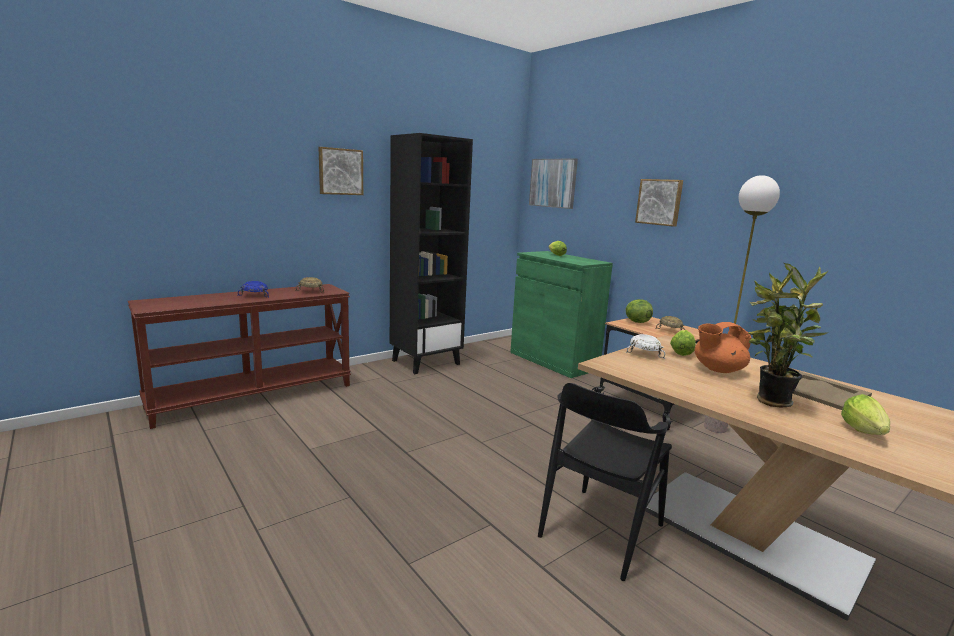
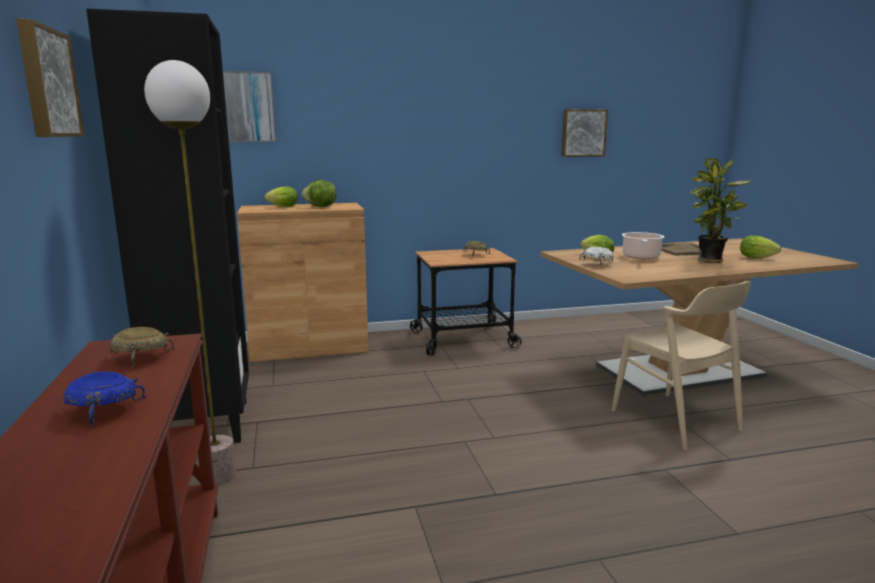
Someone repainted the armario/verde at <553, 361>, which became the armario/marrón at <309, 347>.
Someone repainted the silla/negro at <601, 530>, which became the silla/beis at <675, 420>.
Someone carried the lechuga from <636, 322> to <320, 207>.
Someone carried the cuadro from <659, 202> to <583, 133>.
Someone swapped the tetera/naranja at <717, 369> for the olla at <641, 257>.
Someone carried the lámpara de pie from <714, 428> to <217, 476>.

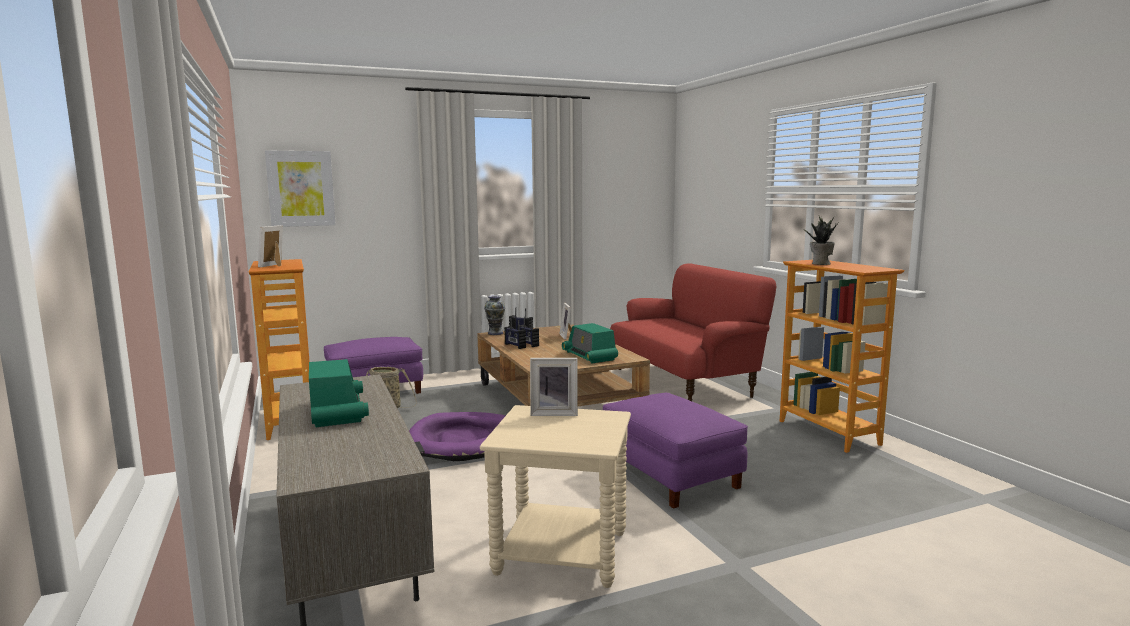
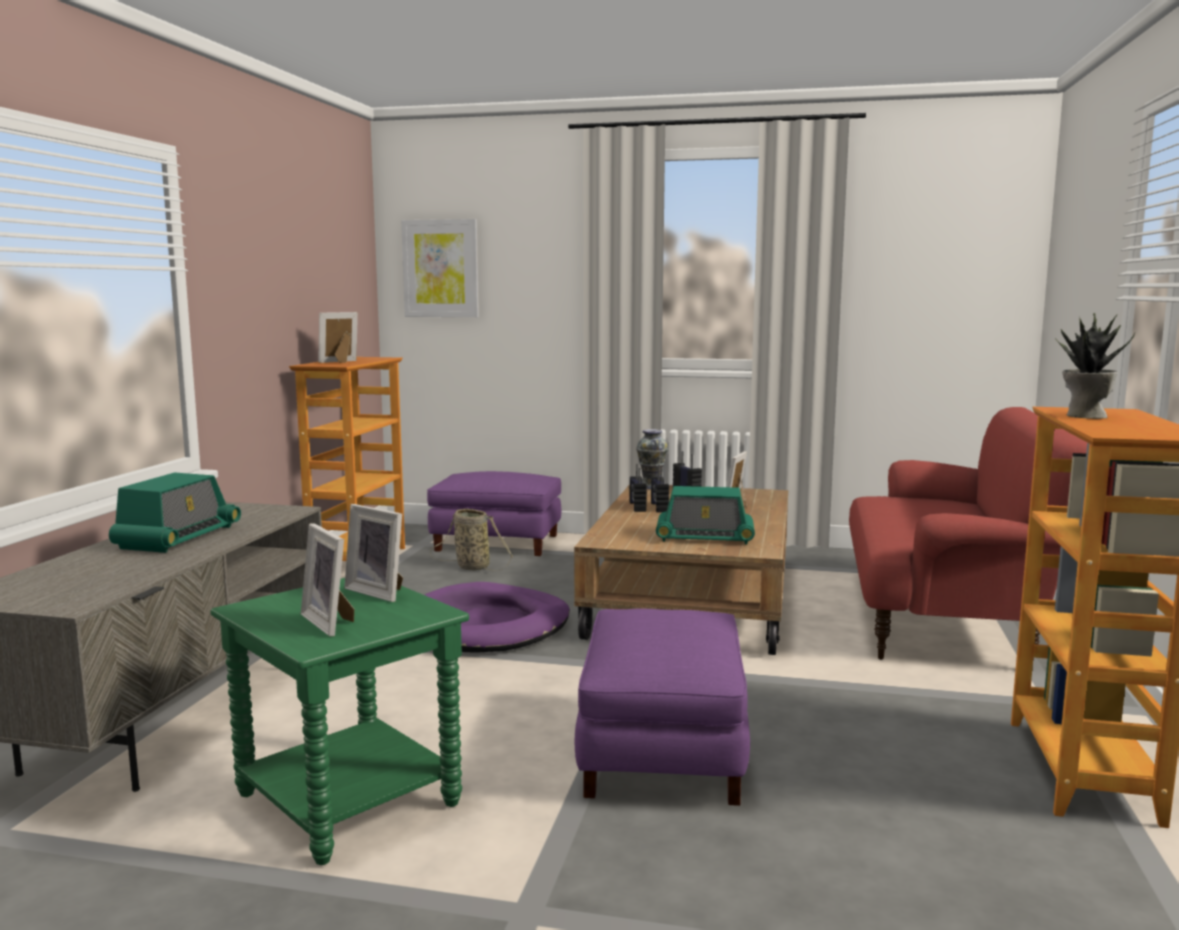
Someone repainted the mesa auxiliar/beis at <562, 553>, which became the mesa auxiliar/verde at <350, 799>.
Someone rotated the radio at <589, 356> by 90 degrees counterclockwise.
Someone put down the portarretratos at <331, 622>.

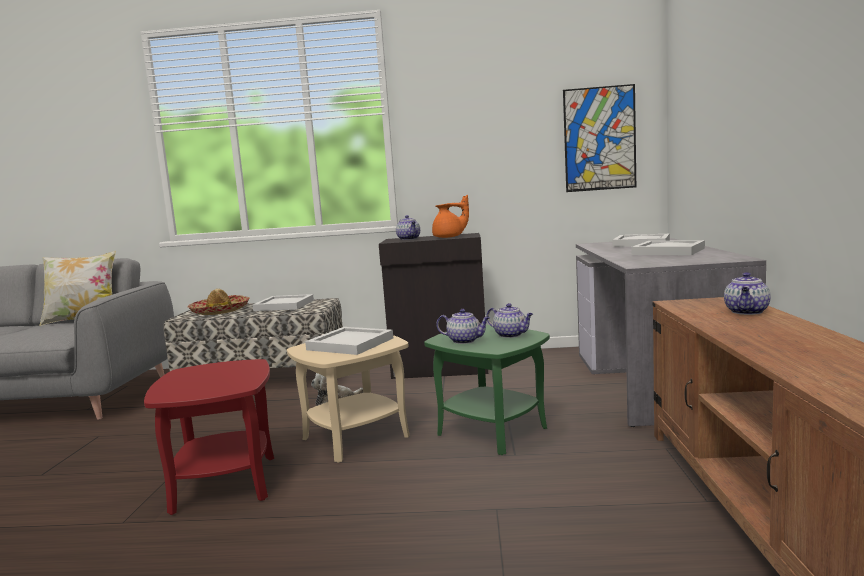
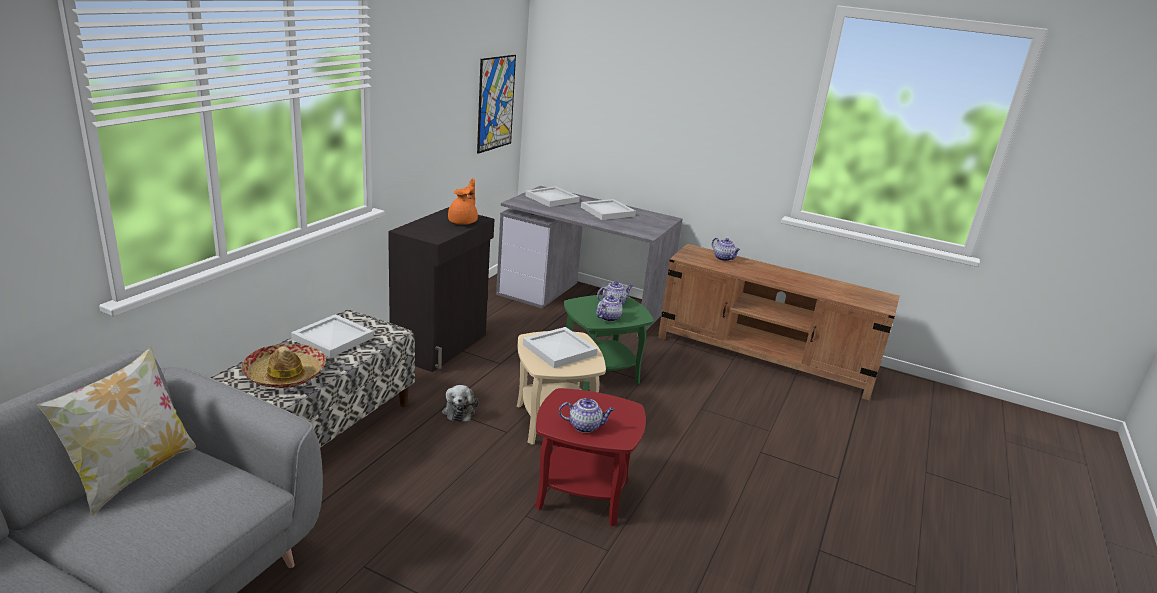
Someone carried the tetera from <409, 239> to <585, 426>.

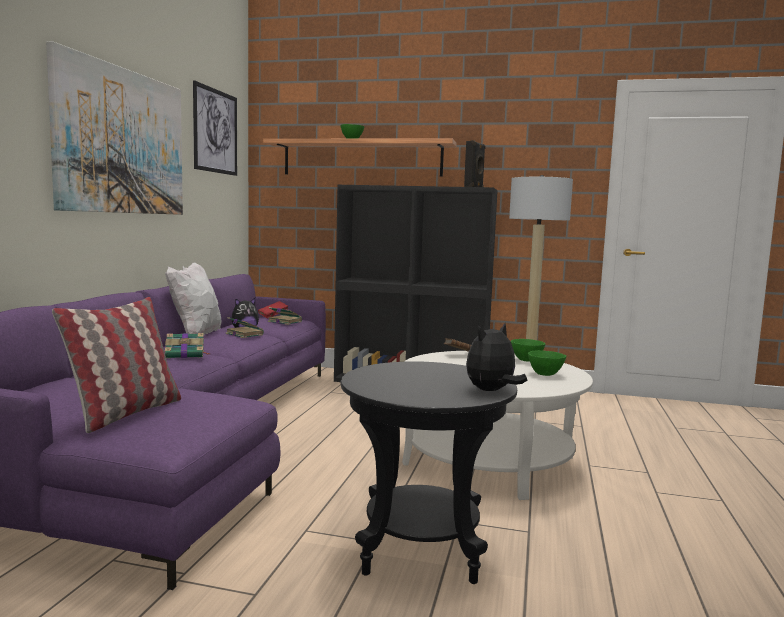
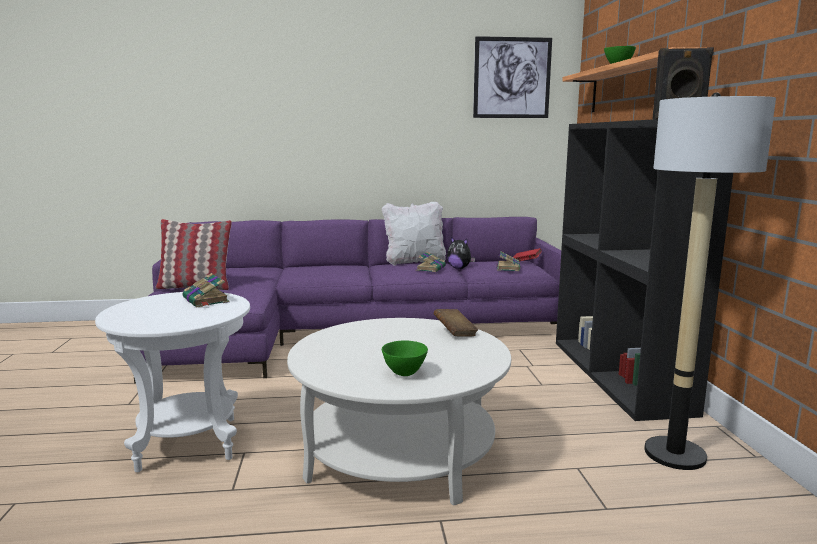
Someone took away the cuadro at <122, 142>.
Someone carried the libro from <186, 355> to <206, 300>.
Someone repainted the mesa auxiliar/negro at <421, 550>, which became the mesa auxiliar/blanco at <188, 444>.
Someone took away the peluche at <492, 391>.
Someone took away the cuenco/verde at <527, 360>.

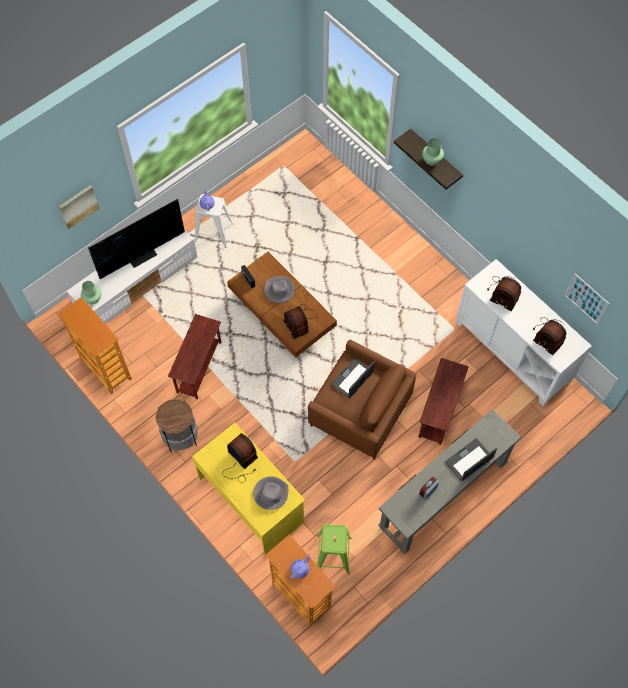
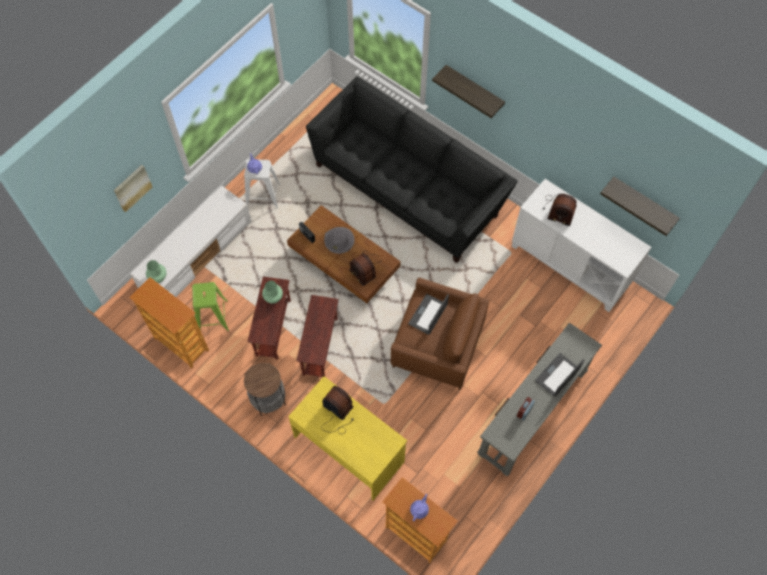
Someone took away the televisor at <142, 255>.
Someone took away the sombrero/gris at <270, 493>.
Someone carried the taburete/verde from <333, 555> to <212, 317>.
Someone carried the mesa auxiliar/marrón from <439, 411> to <320, 347>.
Someone carried the florero/verde from <431, 161> to <273, 298>.
Someone took away the radio at <548, 335>.
Someone swapped the cuadro at <586, 299> for the estante at <643, 202>.
Someone put down the sofá/negro at <409, 188>.

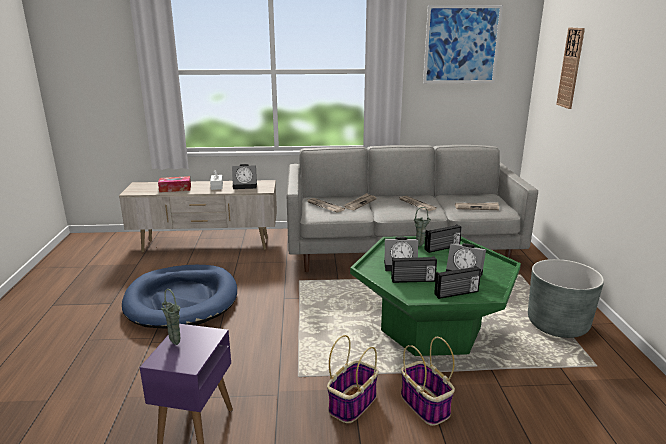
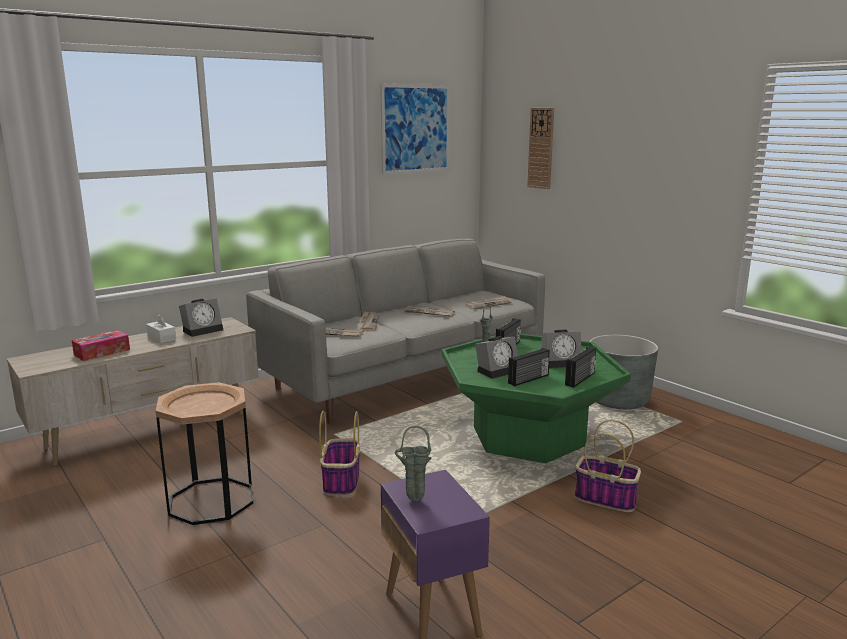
Someone swapped the cama para perro/azul at <182, 300> for the mesa auxiliar/marrón at <211, 500>.
Someone carried the cesta from <353, 403> to <341, 481>.

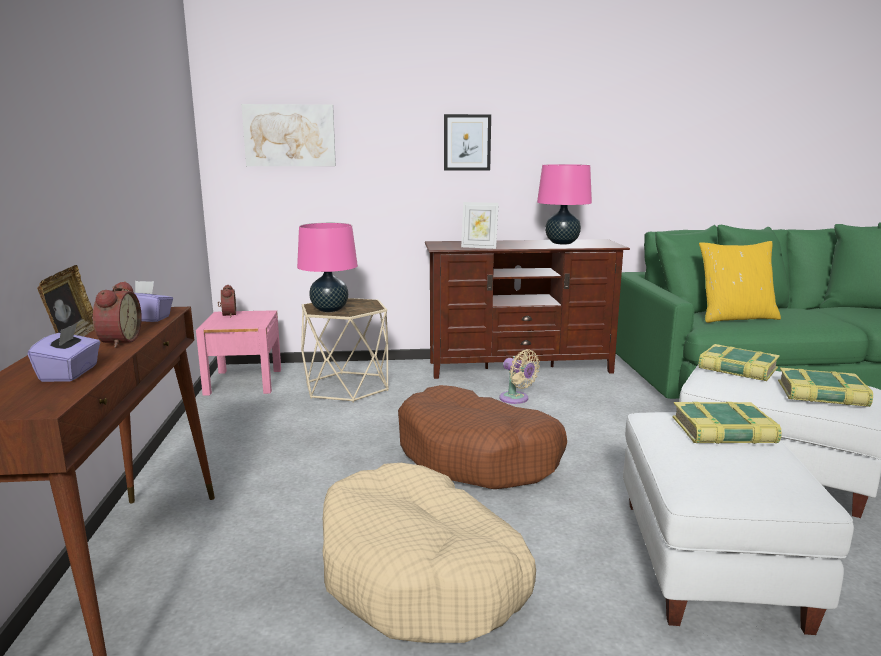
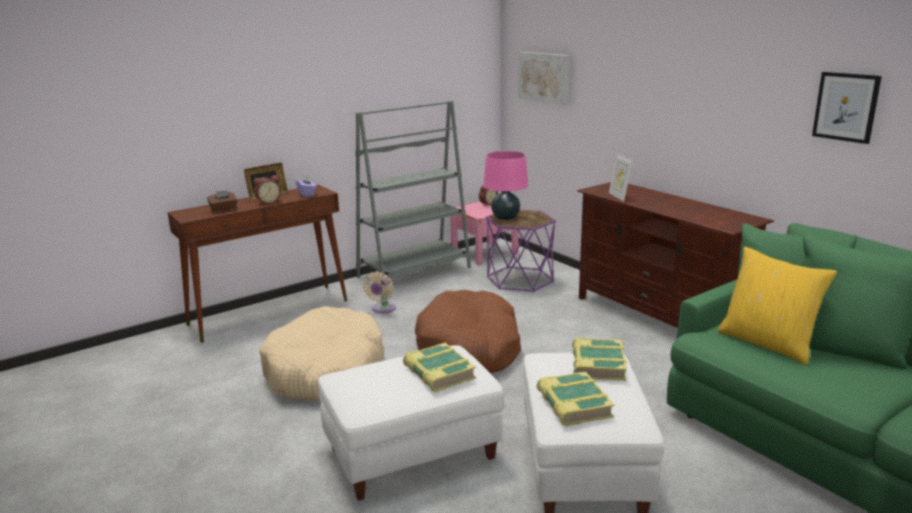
Someone repainted the caja de pañuelos/morado at <70, 373>, which became the caja de pañuelos/marrón at <224, 210>.
Someone repainted the mesa auxiliar/beis at <347, 387>, which became the mesa auxiliar/morado at <520, 279>.
Someone carried the cuadro from <467, 142> to <846, 107>.
Someone carried the ventilador/beis from <516, 399> to <382, 309>.
Someone took away the lámpara de mesa/rosa at <562, 243>.
Someone put down the estantería/gris at <414, 272>.

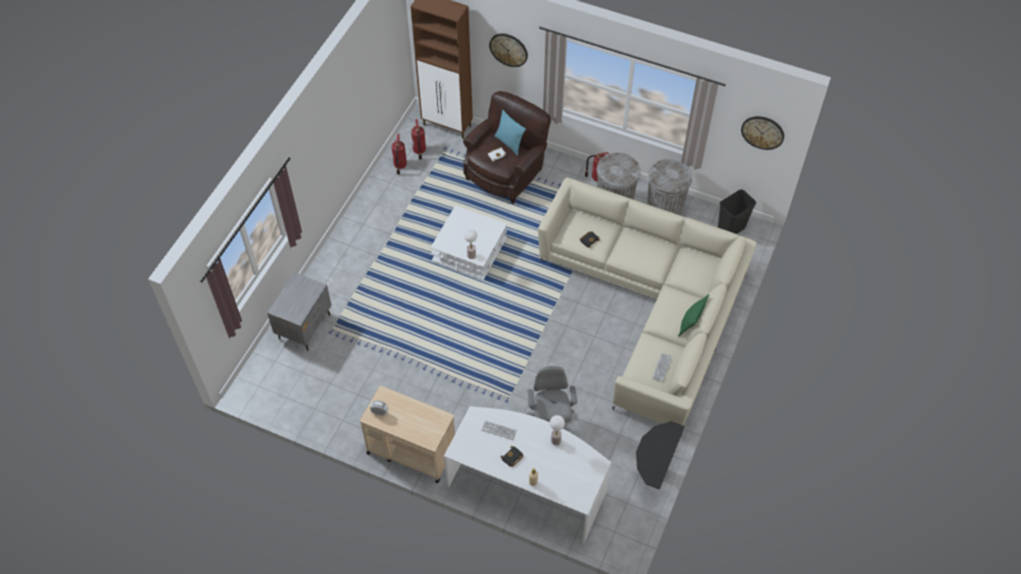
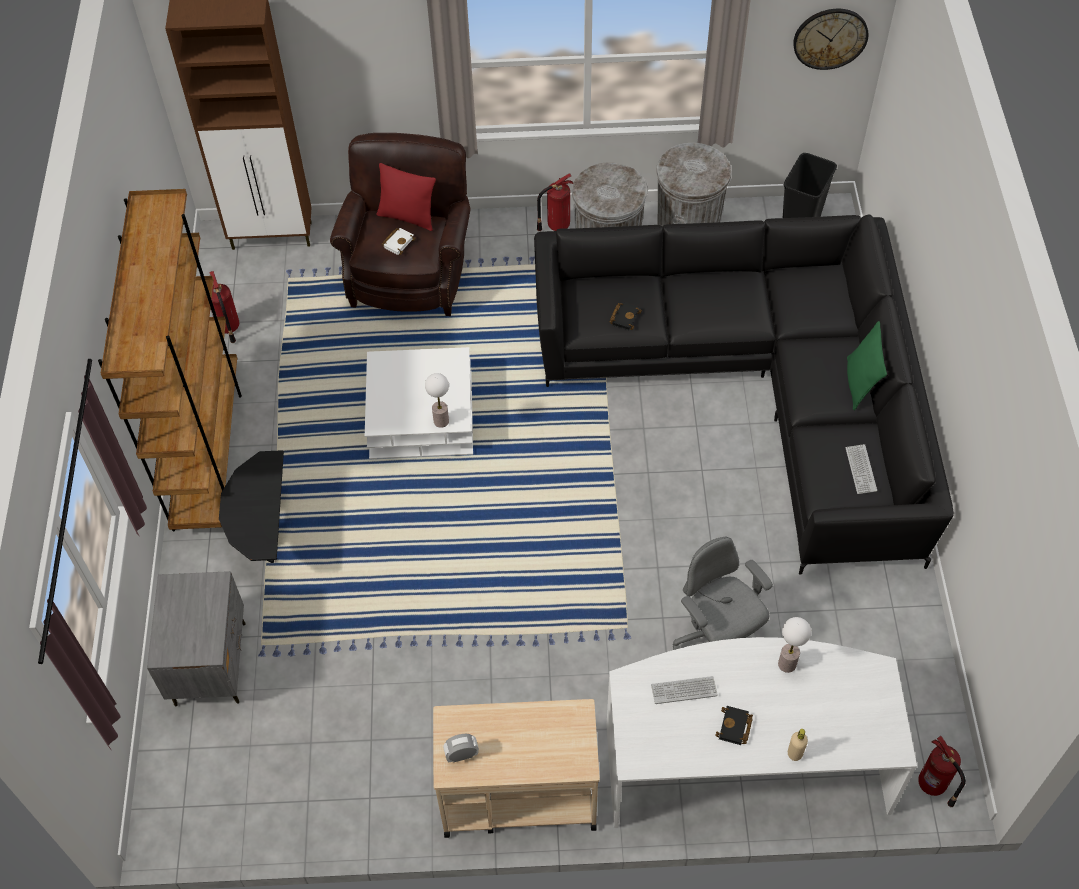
Someone carried the extintor from <419, 151> to <933, 785>.
Someone took away the reloj de pared at <508, 49>.
Someone repainted the cojín/turquesa at <509, 143>, which became the cojín/rojo at <407, 217>.
Someone repainted the sofá/beis at <652, 307>, which became the sofá/negro at <759, 387>.
Someone carried the mesa auxiliar/negro from <653, 469> to <265, 539>.
Someone put down the estantería/marrón at <208, 451>.

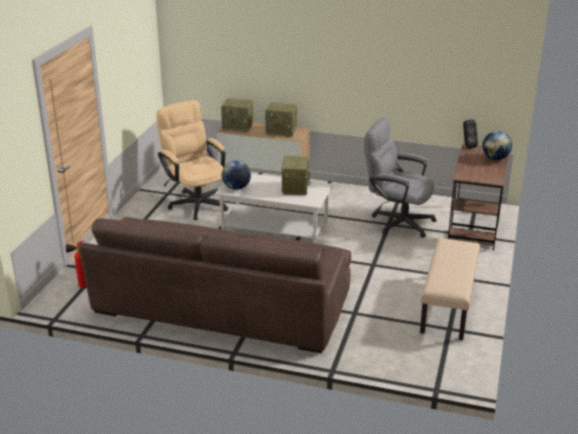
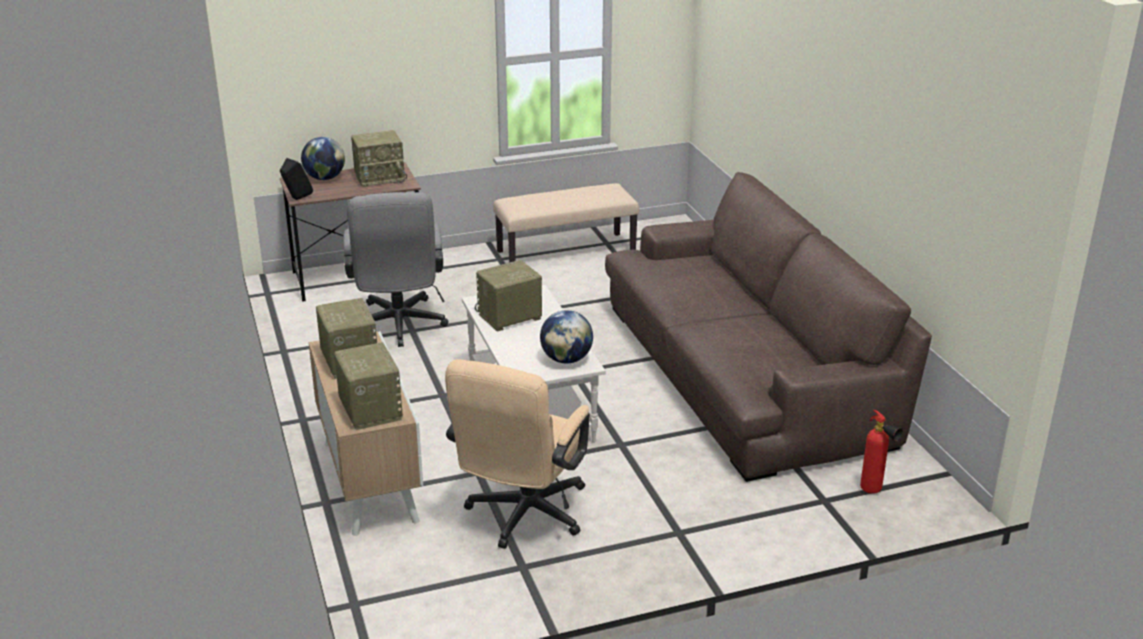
Someone put down the radio at <380, 177>.

